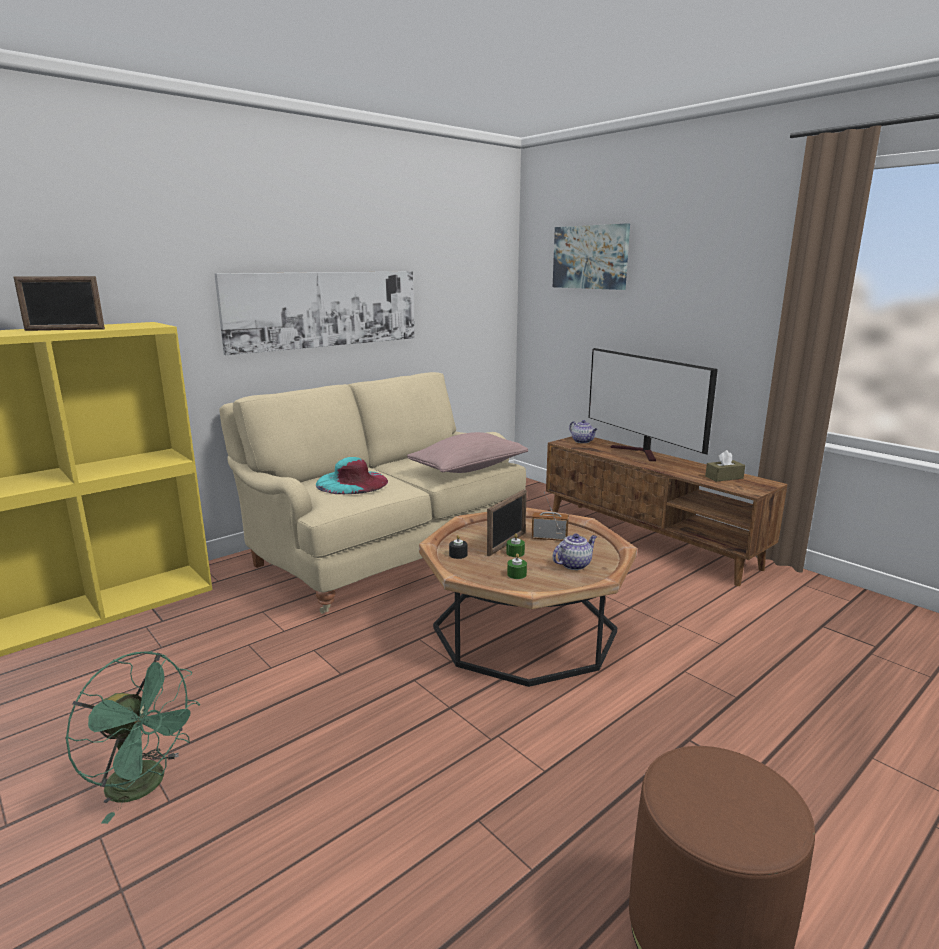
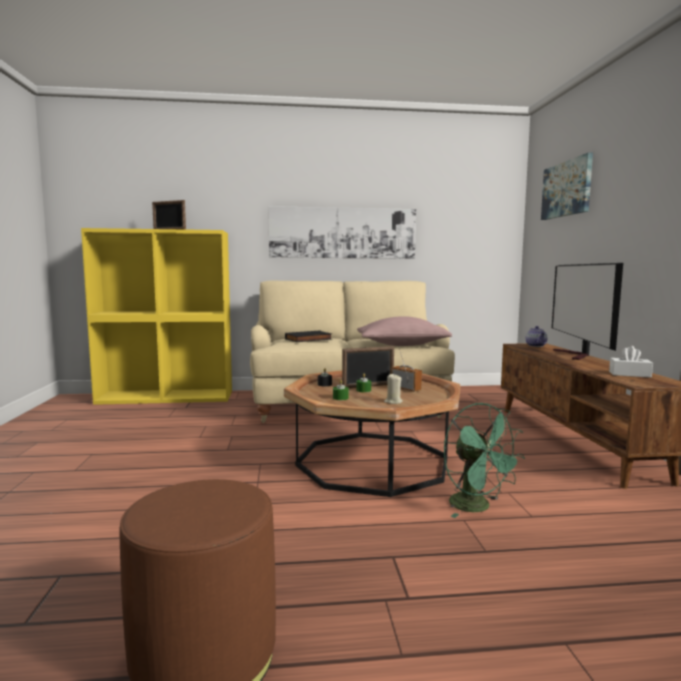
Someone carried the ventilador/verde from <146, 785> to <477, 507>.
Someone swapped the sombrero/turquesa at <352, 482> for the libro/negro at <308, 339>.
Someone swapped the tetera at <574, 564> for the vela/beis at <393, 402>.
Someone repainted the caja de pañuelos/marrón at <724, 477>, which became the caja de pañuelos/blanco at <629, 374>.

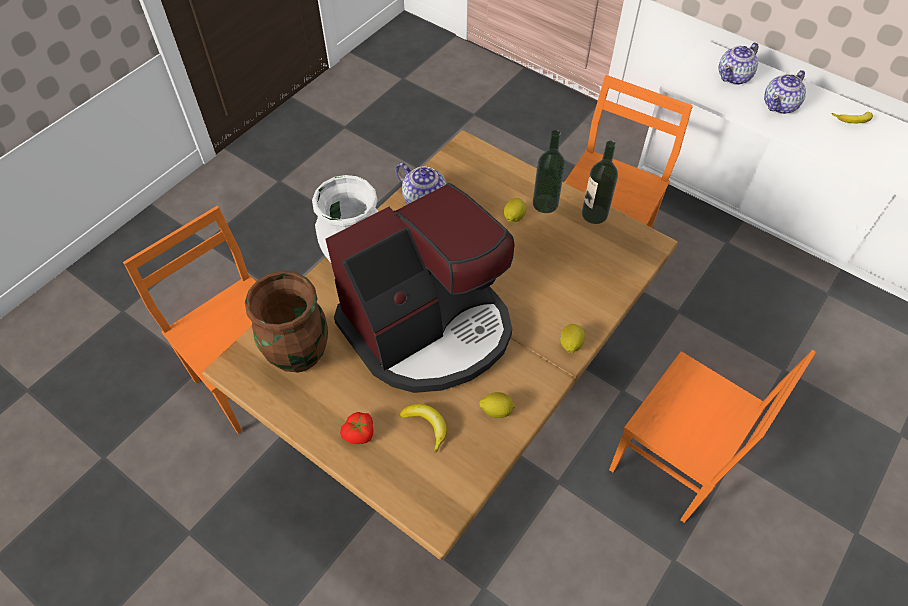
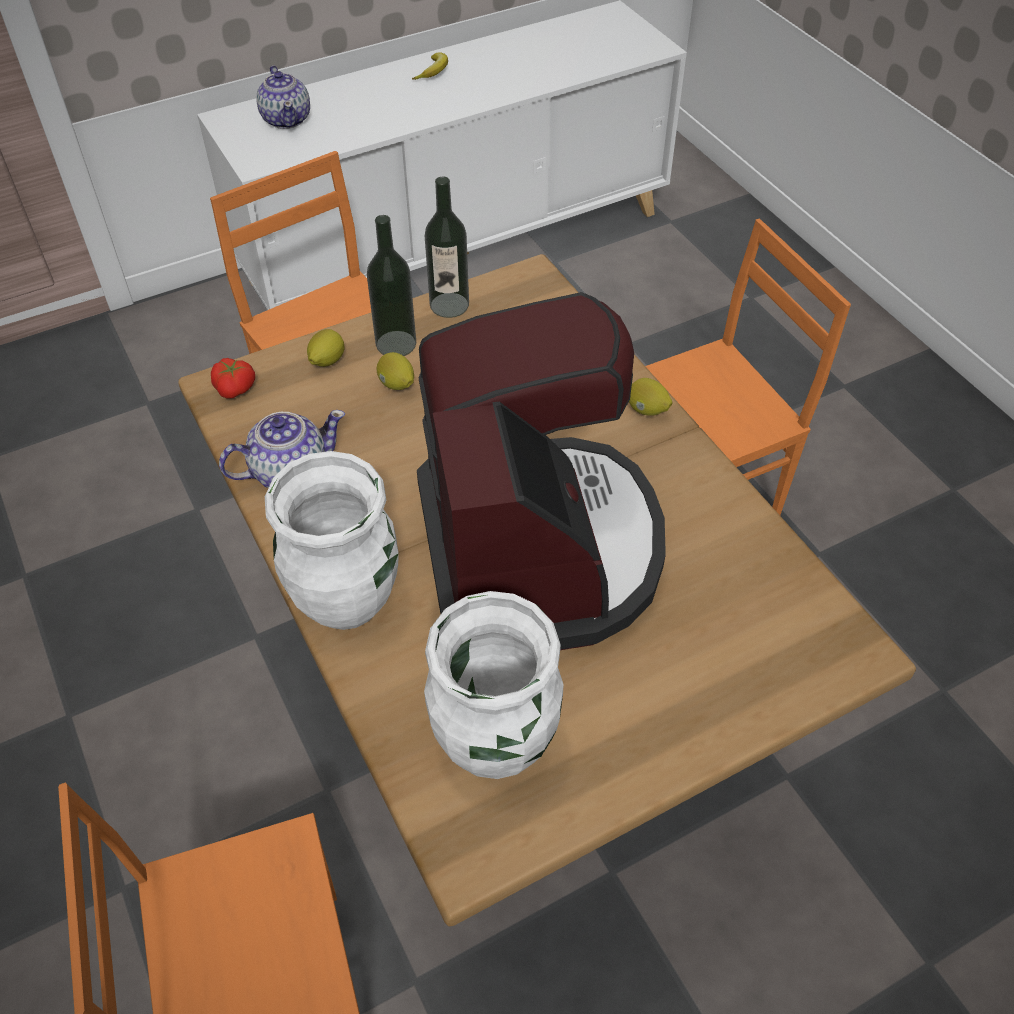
Someone repainted the florero/marrón at <299, 356>, which became the florero/blanco at <497, 743>.
Someone carried the tomate from <359, 434> to <236, 388>.
Someone took away the plátano at <426, 426>.
Someone carried the limón from <496, 410> to <327, 361>.
Someone took away the tetera at <780, 105>.

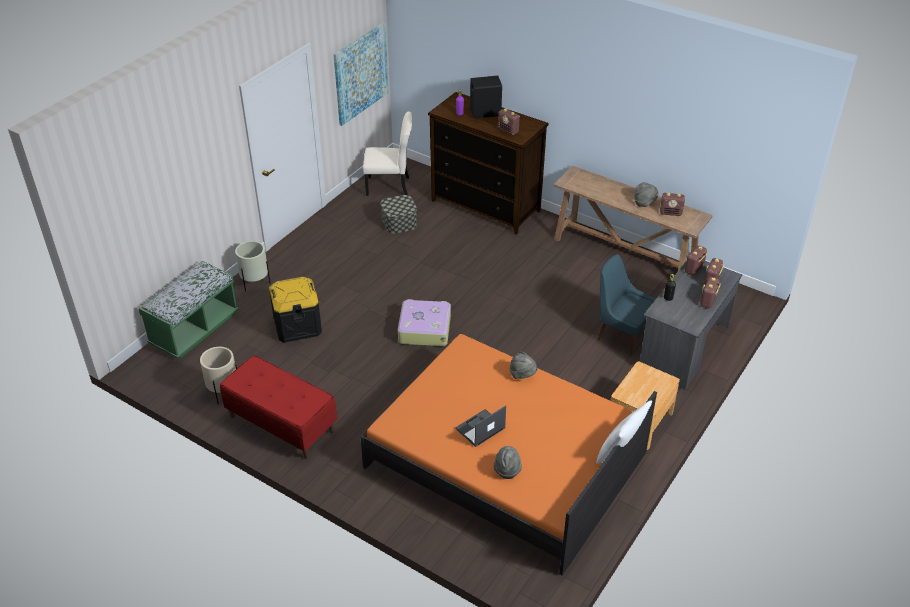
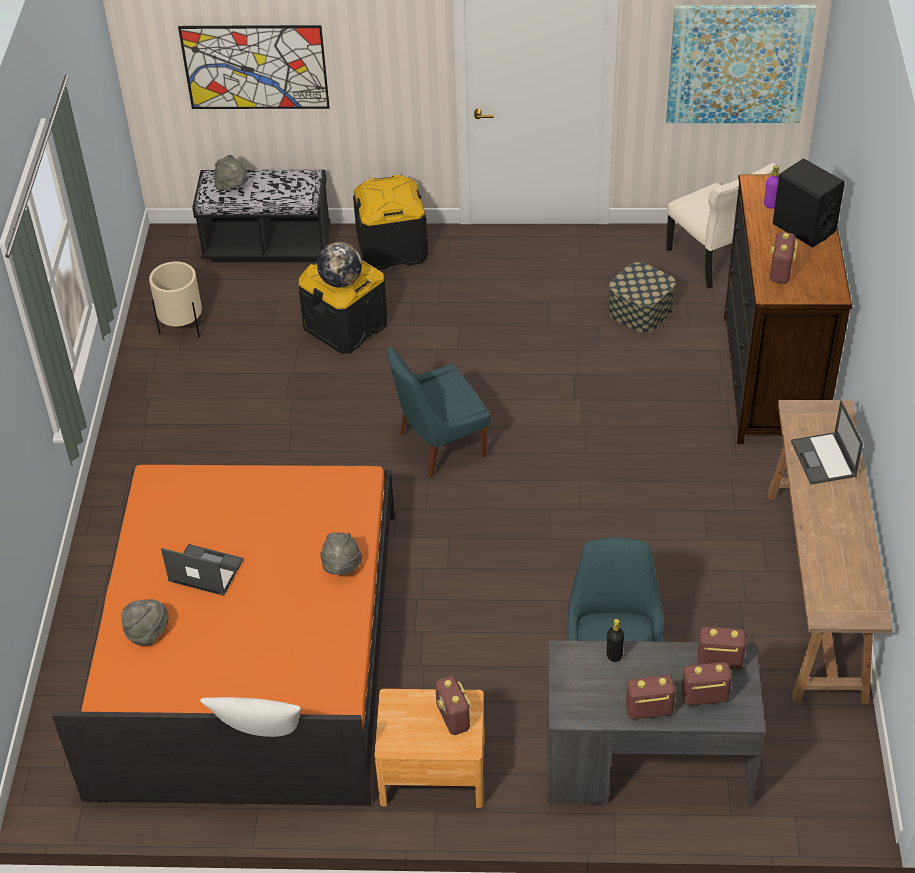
Someone repainted the banco/verde at <194, 329>, which became the banco/negro at <267, 246>.
Someone took away the banco/rojo at <281, 424>.
Someone swapped the maceta/beis at <255, 283> for the caja de almacenaje/negro at <392, 248>.
Someone swapped the maleta at <424, 329> for the silla/azul at <439, 446>.
Someone carried the sombrero/gris from <644, 203> to <233, 188>.
Someone carried the radio from <671, 213> to <453, 718>.
Someone put up the cuadro at <255, 67>.
Someone put down the globo terráqueo at <341, 281>.
Someone put down the portátil at <824, 459>.

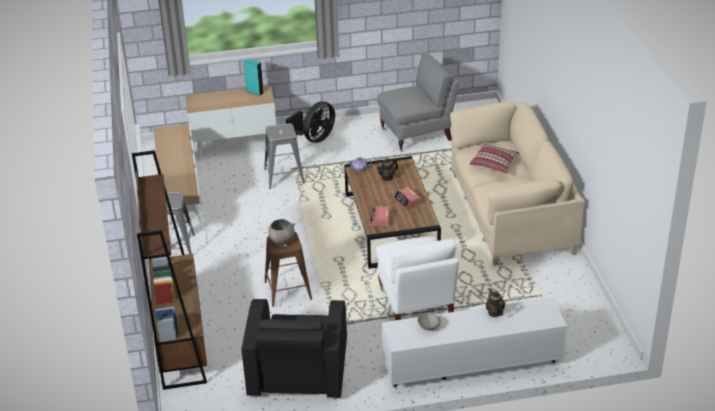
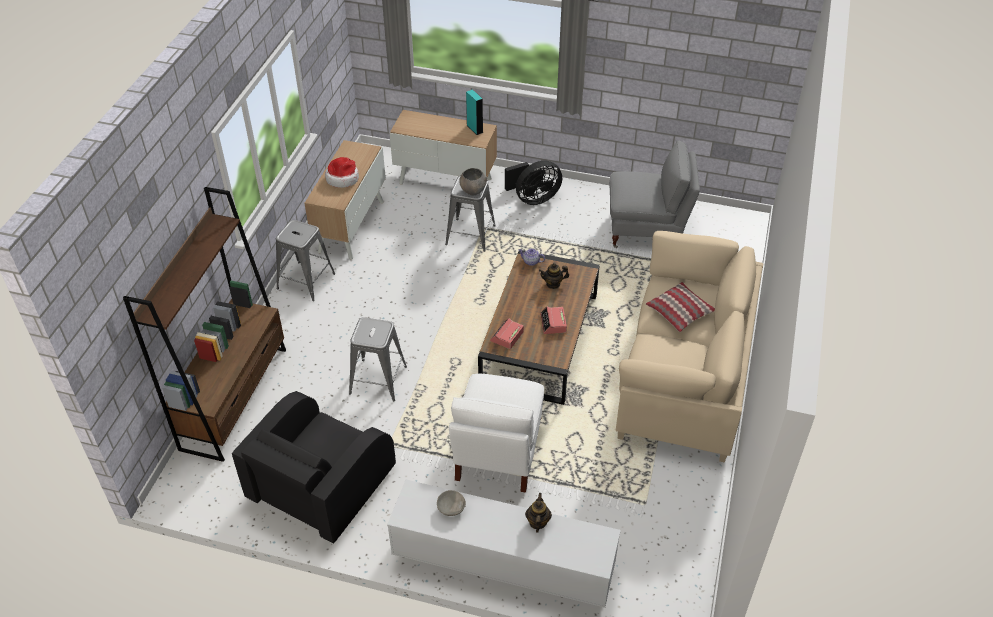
Someone repainted the taburete/marrón at <288, 290>, which became the taburete/gris at <378, 380>.
Someone carried the cuenco/gris from <282, 241> to <473, 190>.
Someone put down the sombrero at <343, 178>.

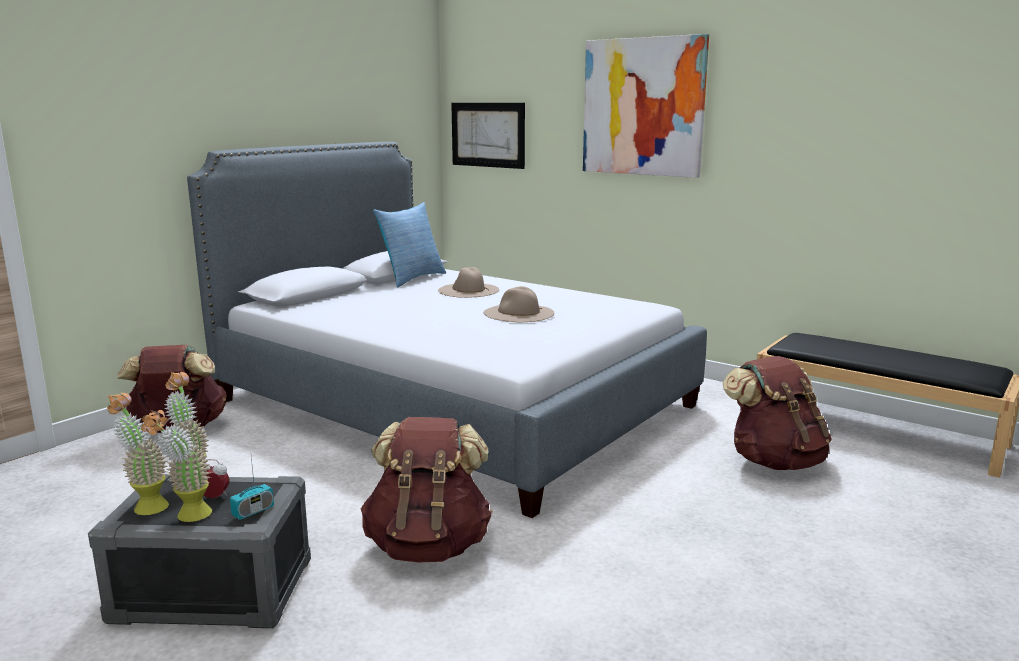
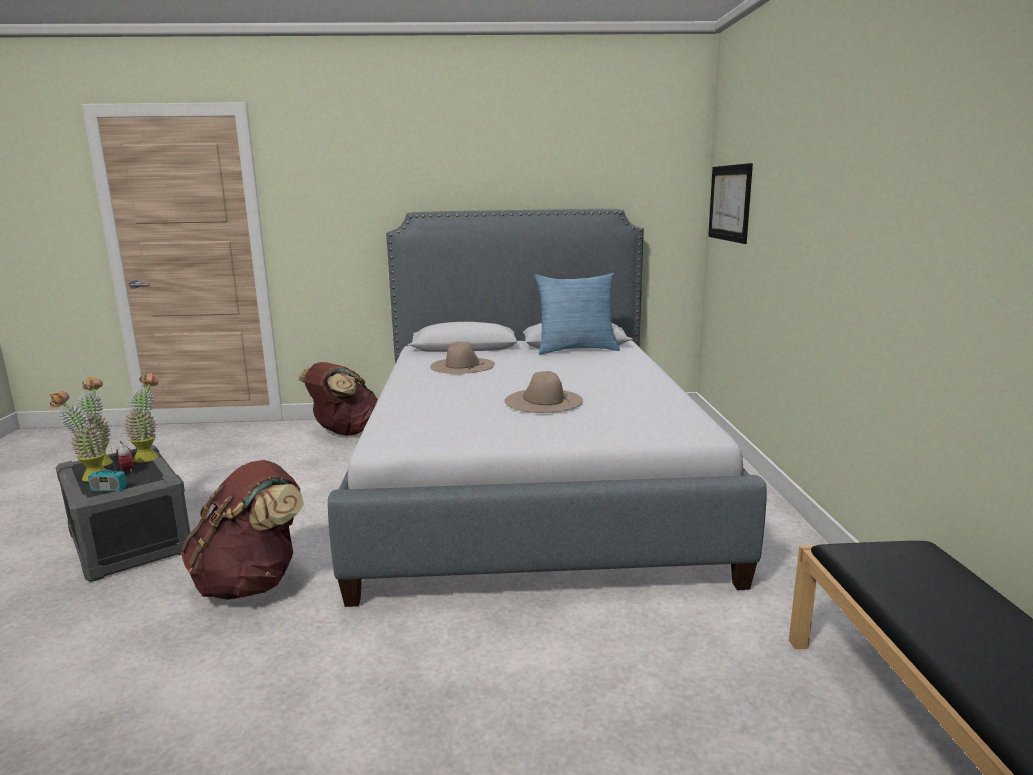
Someone carried the sombrero/beis from <468, 290> to <462, 365>.
Someone took away the cuadro at <643, 107>.
Someone took away the mochila/marrón at <774, 461>.

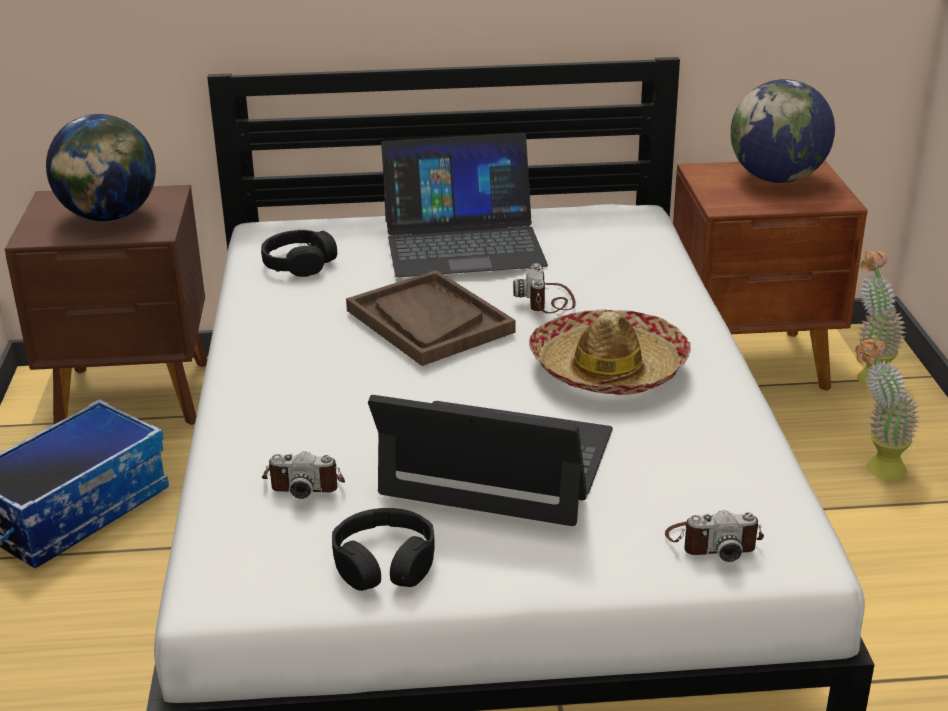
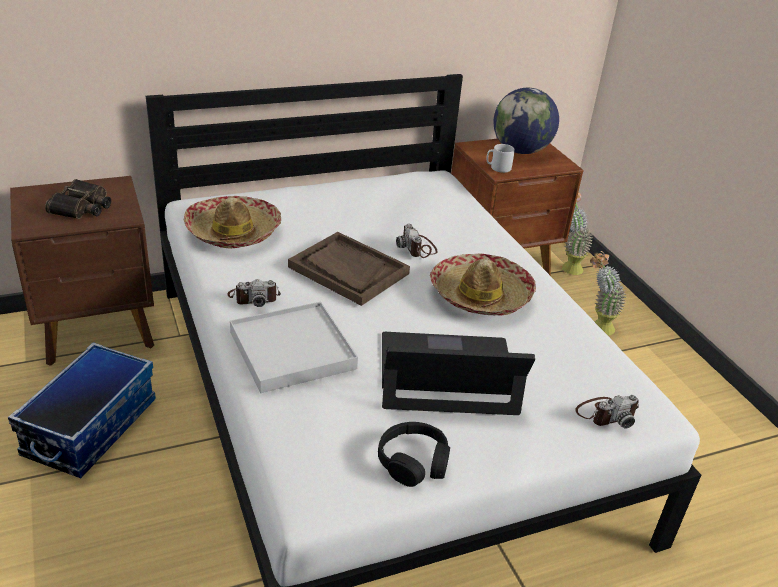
Someone swapped the globo terráqueo at <109, 217> for the prismáticos at <82, 207>.
Someone swapped the auriculares/negro at <299, 263> for the sombrero at <233, 232>.
Someone carried the cámara from <304, 482> to <254, 297>.
Someone took away the portátil at <463, 242>.
Someone put down the bandeja/blanco at <292, 350>.
Someone put down the taza grande/gris at <498, 168>.

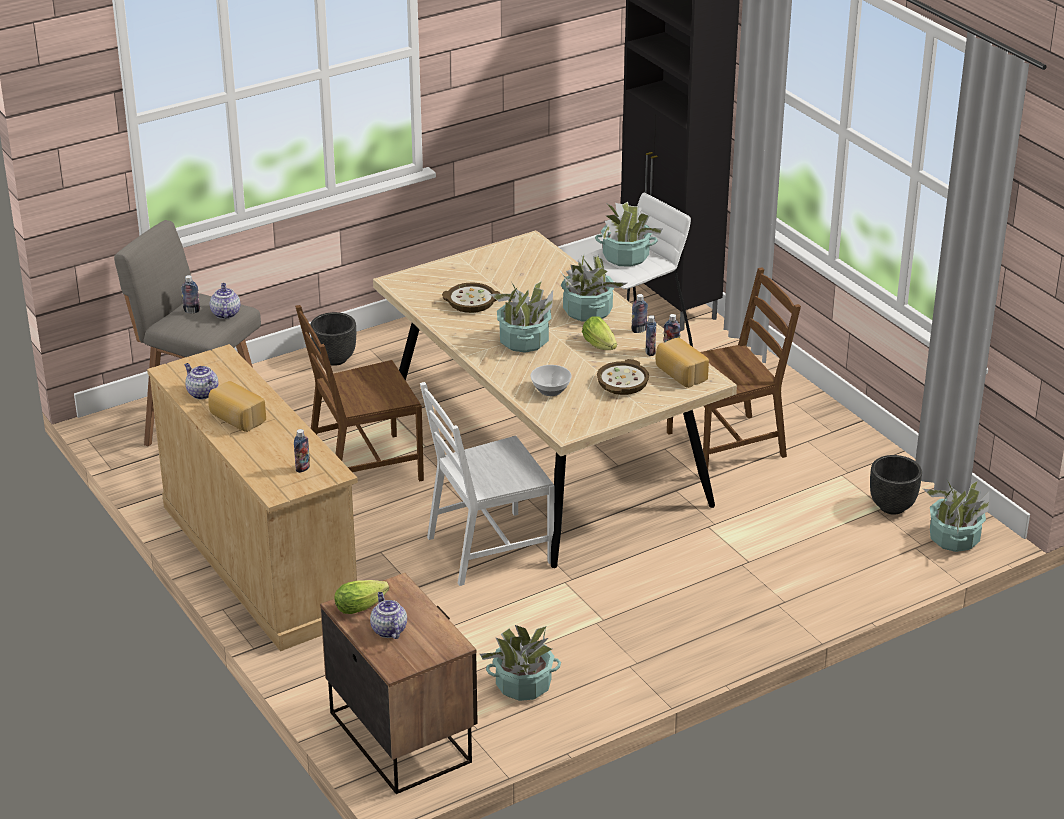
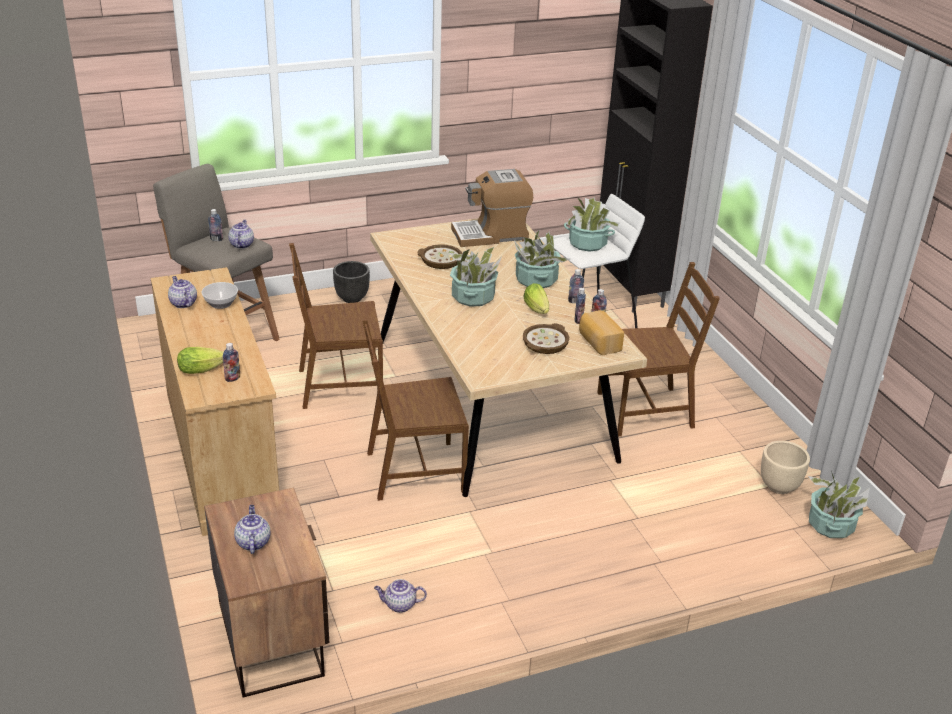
Someone took away the pan at <236, 419>.
Someone carried the lechuga from <363, 605> to <204, 369>.
Someone repainted the silla/blanco at <488, 549>, which became the silla/marrón at <414, 471>.
Someone swapped the planta en maceta at <523, 685> for the tetera at <399, 605>.
Someone carried the cuenco from <550, 390> to <220, 303>.
Someone repainted the maceta/negro at <892, 506>, which became the maceta/beis at <778, 486>.
Someone put down the cafetera at <491, 235>.

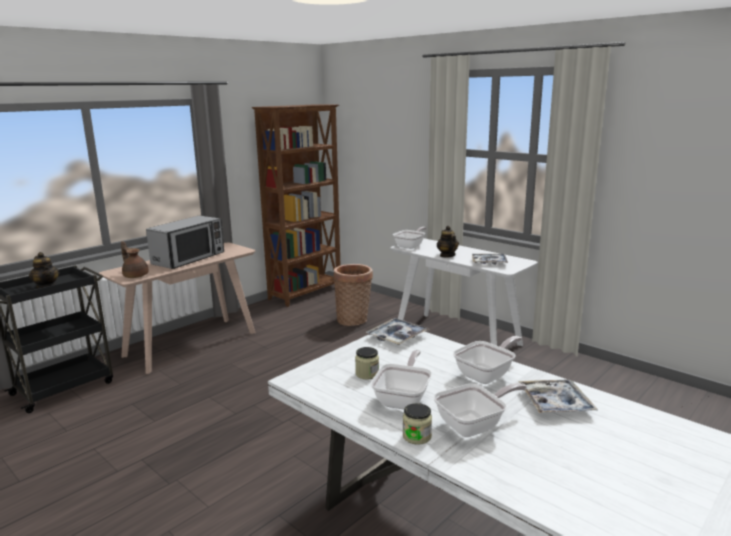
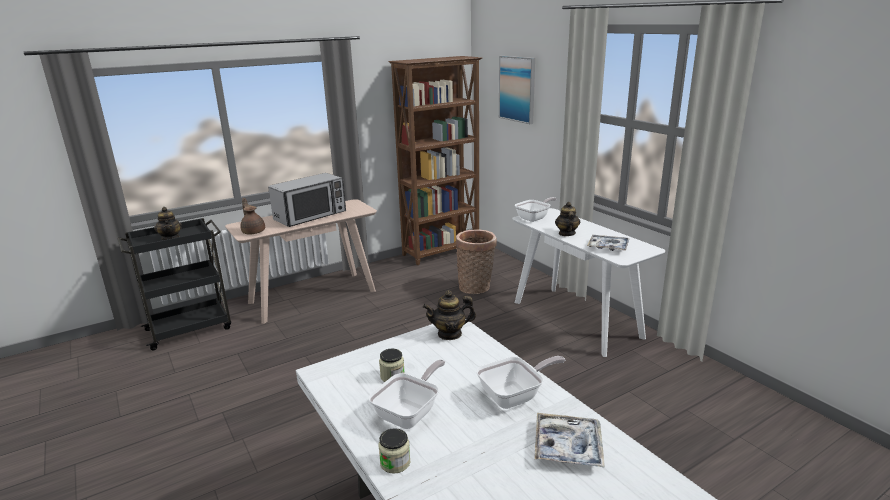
Someone swapped the bandeja at <397, 337> for the tetera at <450, 334>.
Someone took away the sartén at <475, 425>.
Someone put up the cuadro at <517, 89>.

